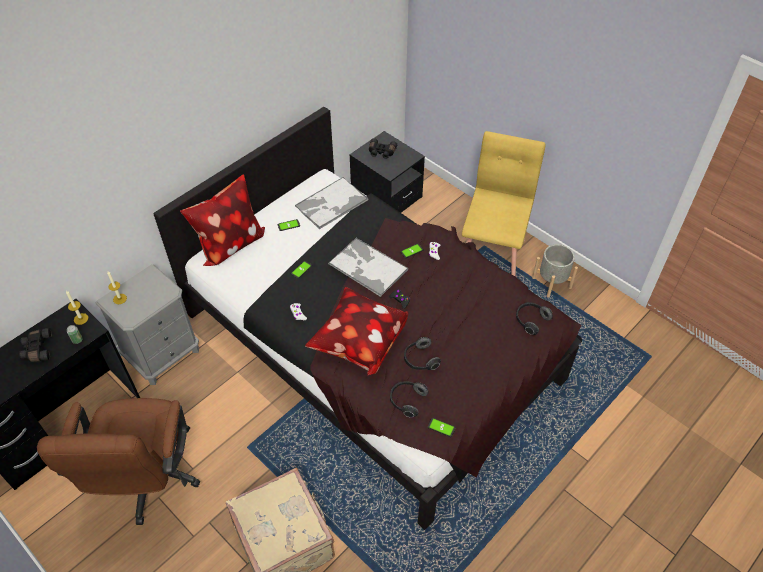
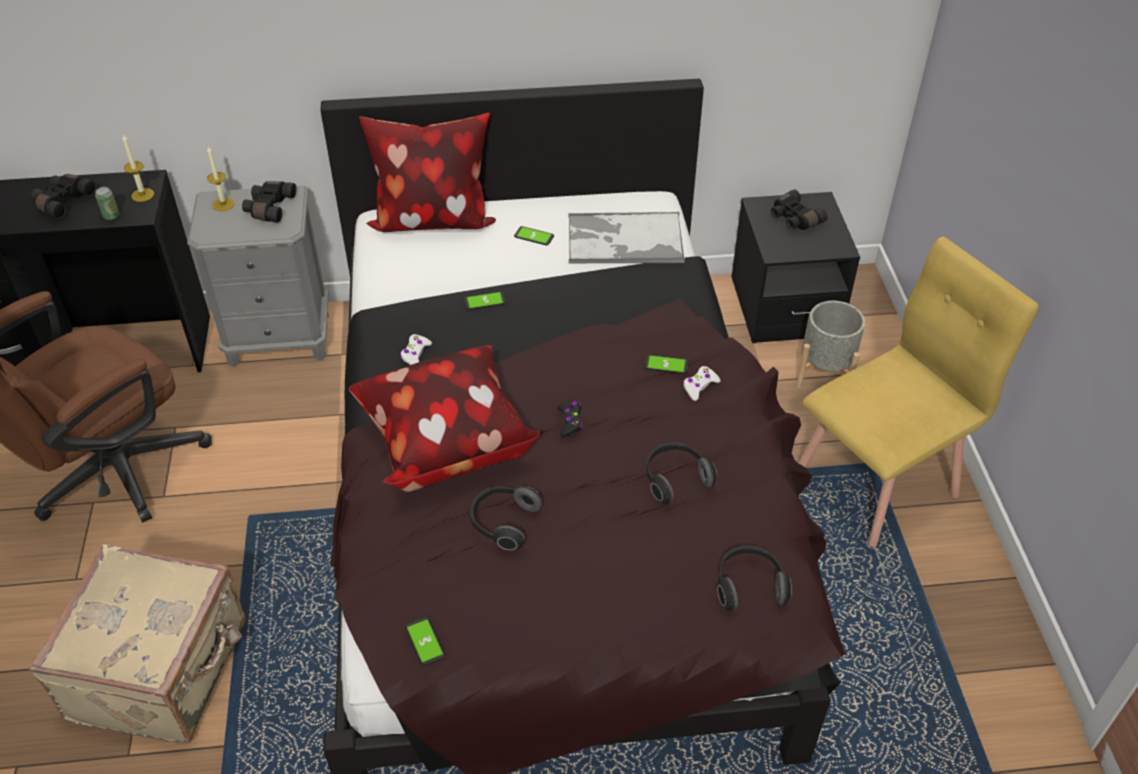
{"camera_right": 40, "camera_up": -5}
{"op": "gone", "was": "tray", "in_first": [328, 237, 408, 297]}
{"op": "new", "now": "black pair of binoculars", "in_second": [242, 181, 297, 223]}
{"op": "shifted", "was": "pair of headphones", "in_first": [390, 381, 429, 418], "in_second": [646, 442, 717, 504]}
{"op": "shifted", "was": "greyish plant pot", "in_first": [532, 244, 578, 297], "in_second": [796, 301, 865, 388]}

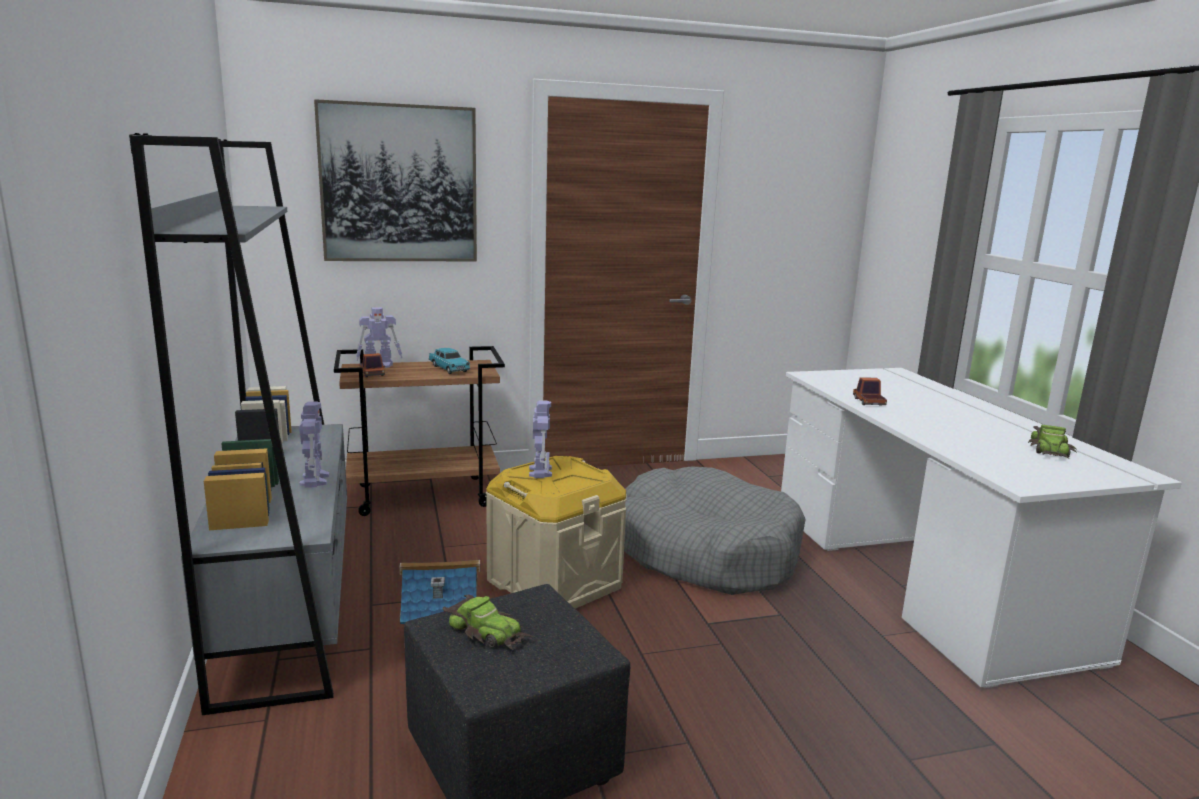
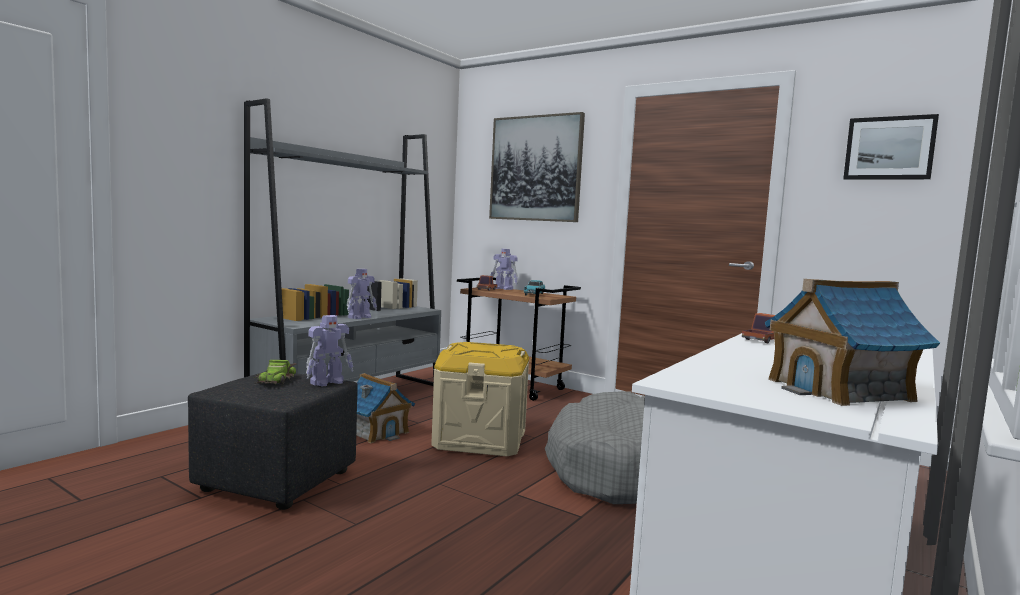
{"camera_right": 50, "camera_up": -10}
{"op": "new", "now": "picture", "in_second": [843, 114, 939, 180]}
{"op": "shifted", "was": "robot figure", "in_first": [529, 401, 552, 478], "in_second": [306, 315, 353, 387]}
{"op": "swapped", "was": "toy car", "now": "model house", "in_first": [1028, 425, 1077, 459], "in_second": [765, 279, 940, 406]}

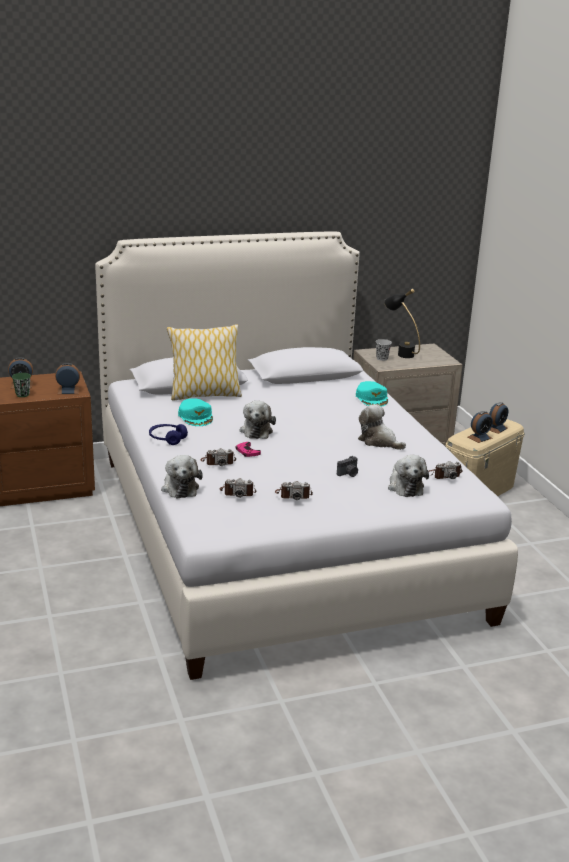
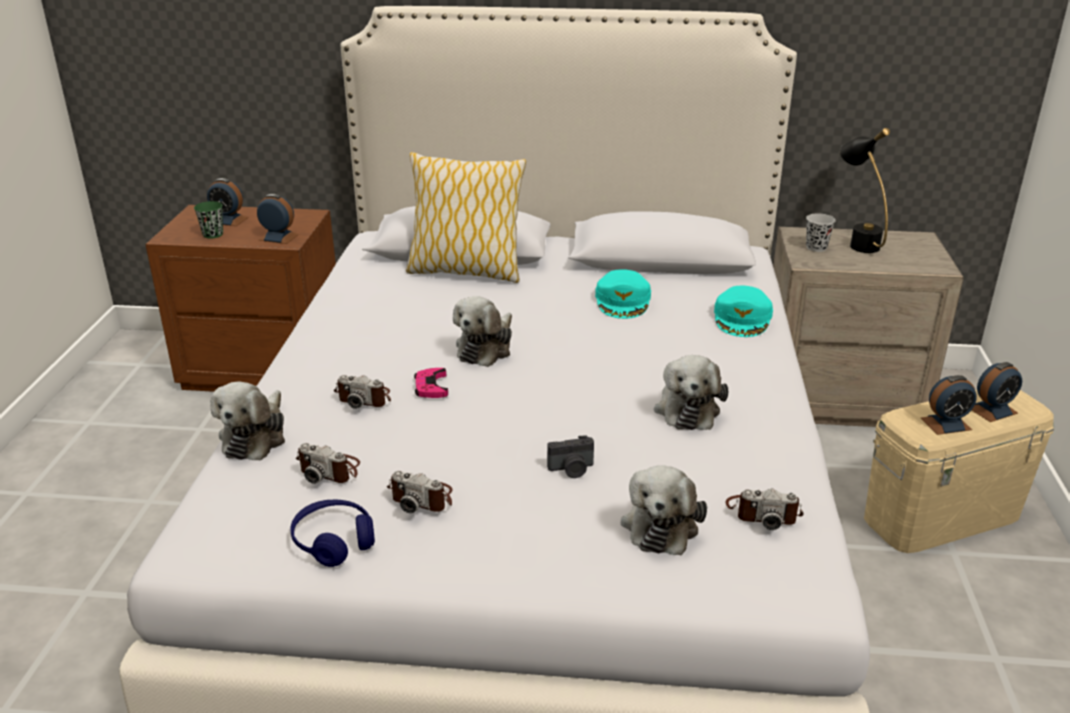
{"camera_right": 25, "camera_up": 5}
{"op": "shifted", "was": "blue pair of headphones", "in_first": [149, 424, 188, 445], "in_second": [290, 499, 375, 567]}
{"op": "shifted", "was": "turquoise-coloured cap", "in_first": [178, 398, 213, 426], "in_second": [595, 269, 651, 319]}
{"op": "rotated", "was": "soft toy", "in_first": [358, 404, 406, 450], "in_second": [654, 355, 728, 430], "clockwise": -150}

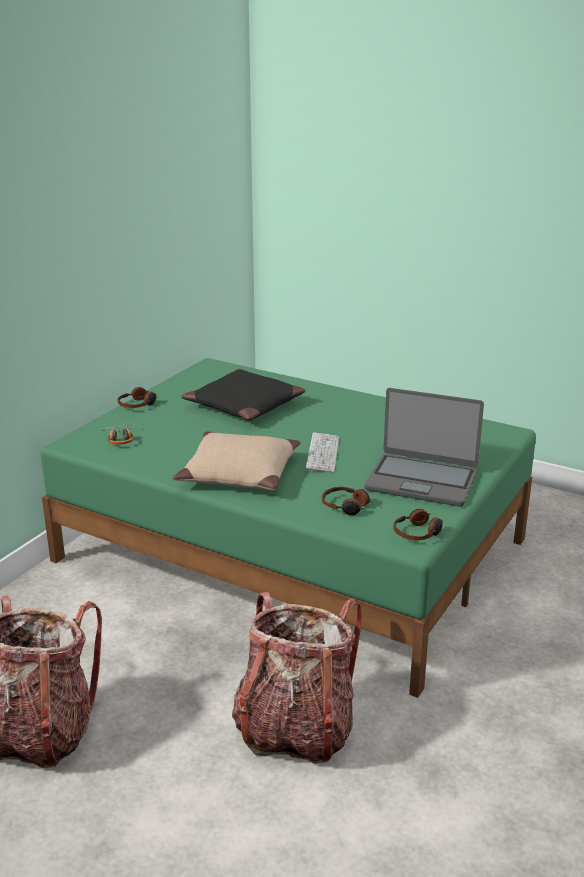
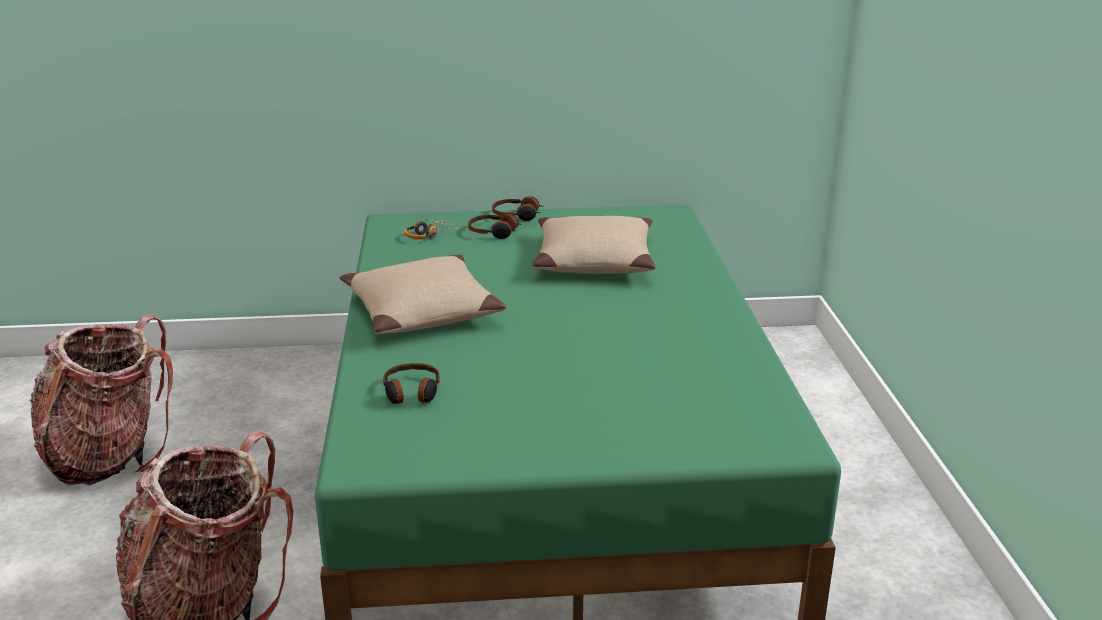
{"camera_right": 55, "camera_up": 0}
{"op": "gone", "was": "PC keyboard", "in_first": [306, 432, 339, 472]}
{"op": "gone", "was": "portable computer", "in_first": [364, 388, 484, 507]}
{"op": "shifted", "was": "pair of headphones", "in_first": [393, 509, 443, 540], "in_second": [468, 213, 522, 239]}
{"op": "repainted", "was": "black cushion", "now": "beige cushion", "in_first": [181, 369, 306, 421], "in_second": [532, 216, 656, 274]}

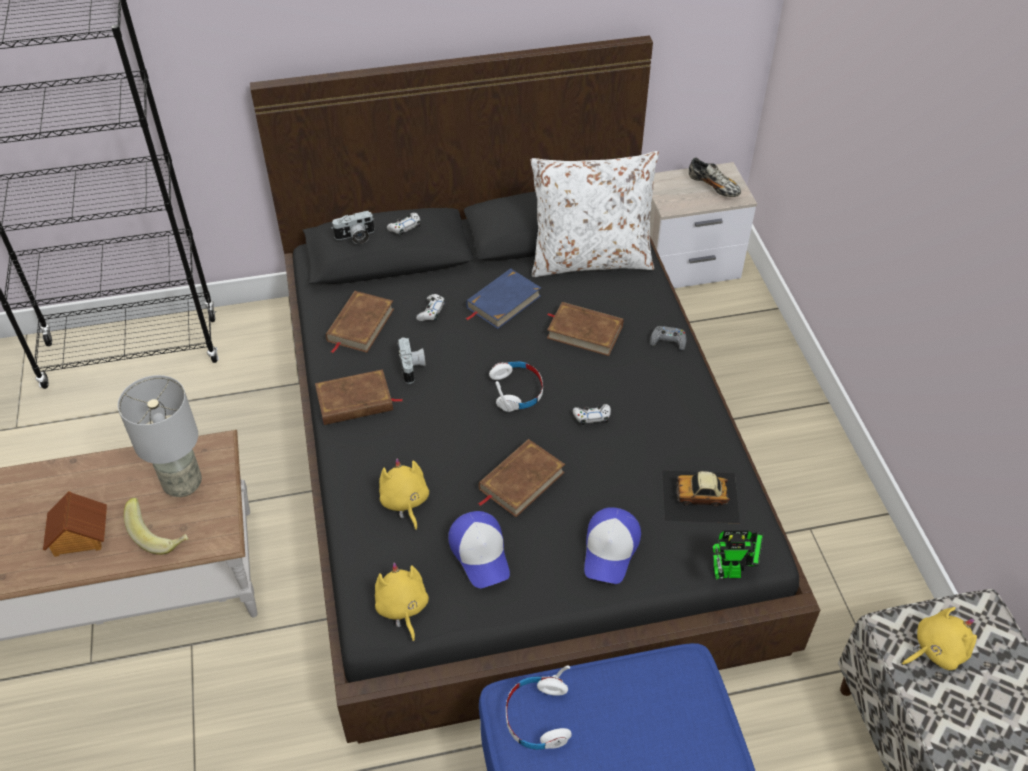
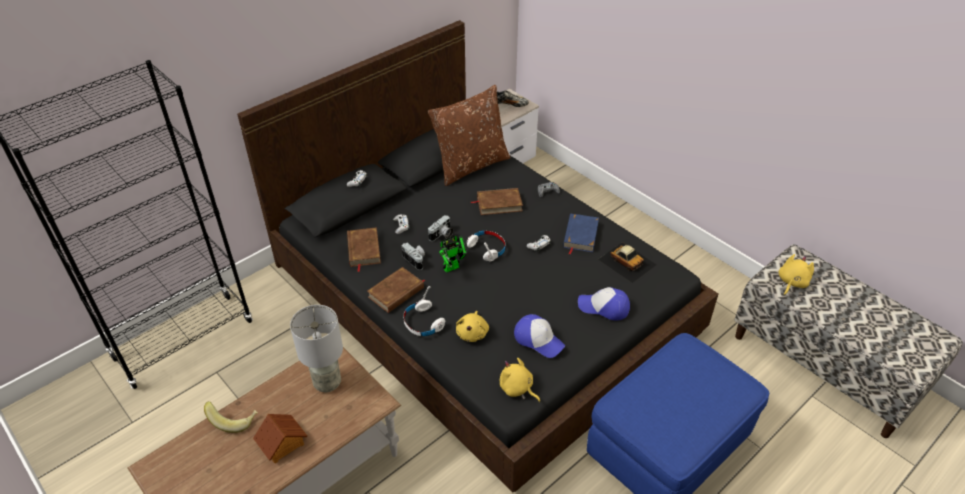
{"camera_right": -30, "camera_up": -5}
{"op": "gone", "was": "brownish bound book", "in_first": [478, 439, 565, 517]}
{"op": "shifted", "was": "banana fruit", "in_first": [124, 497, 188, 555], "in_second": [204, 401, 258, 433]}
{"op": "shifted", "was": "photo camera", "in_first": [332, 211, 374, 244], "in_second": [428, 215, 453, 241]}
{"op": "shifted", "was": "blue bound book", "in_first": [465, 268, 541, 329], "in_second": [563, 213, 599, 255]}
{"op": "shifted", "was": "white-coloured pair of headphones", "in_first": [506, 666, 572, 750], "in_second": [403, 286, 445, 336]}
{"op": "shifted", "was": "robot figure", "in_first": [713, 530, 764, 580], "in_second": [439, 236, 467, 273]}
{"op": "repainted", "was": "white-coloured cushion", "now": "brownish cushion", "in_first": [531, 151, 659, 277], "in_second": [428, 85, 511, 186]}
{"op": "rotated", "was": "yellow-coloured soft toy", "in_first": [379, 458, 429, 530], "in_second": [456, 311, 489, 342], "clockwise": -120}
{"op": "rotated", "was": "cap", "in_first": [584, 507, 641, 584], "in_second": [578, 287, 630, 320], "clockwise": 120}
{"op": "rotated", "was": "toy car", "in_first": [662, 470, 740, 524], "in_second": [598, 242, 657, 283], "clockwise": -105}

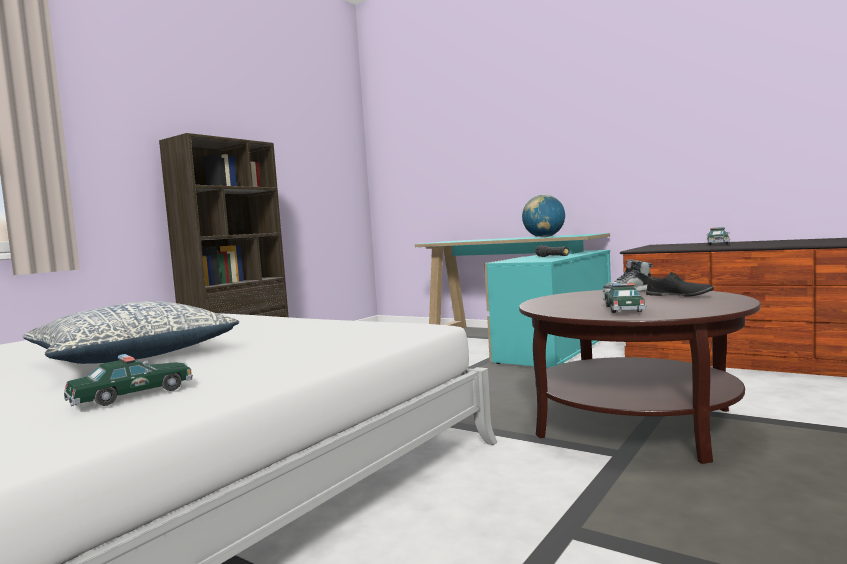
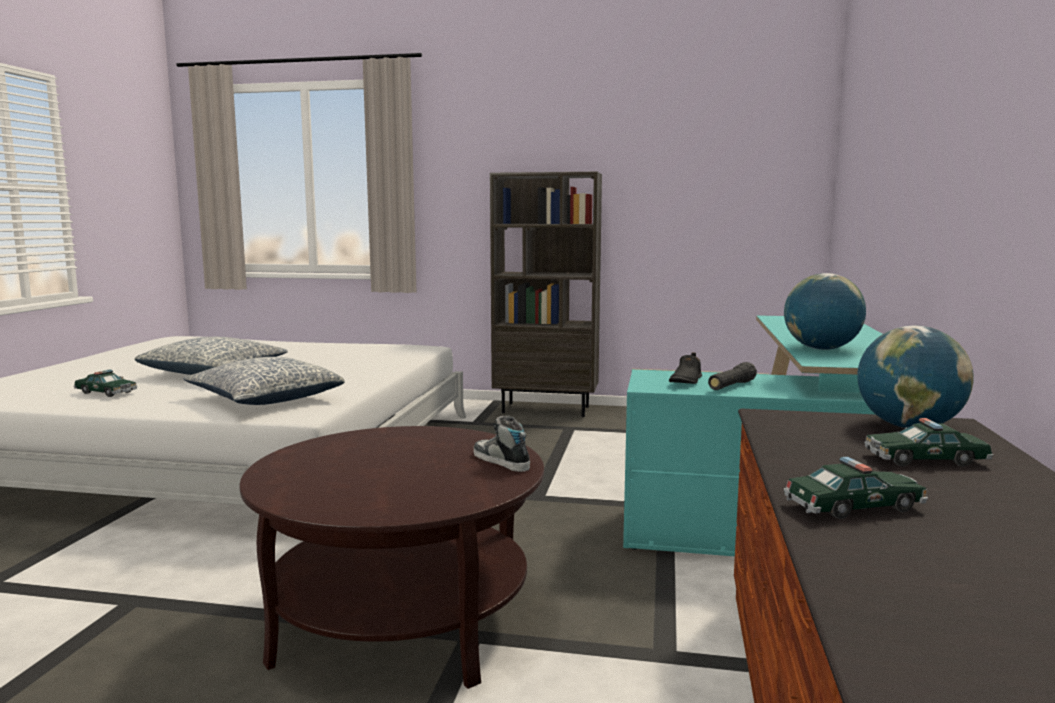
{"camera_right": 65, "camera_up": 5}
{"op": "new", "now": "cushion", "in_second": [184, 357, 345, 405]}
{"op": "new", "now": "desk globe", "in_second": [857, 325, 974, 428]}
{"op": "shifted", "was": "toy car", "in_first": [603, 283, 647, 313], "in_second": [784, 457, 928, 519]}
{"op": "shifted", "was": "black shoe", "in_first": [646, 272, 714, 296], "in_second": [669, 353, 702, 384]}

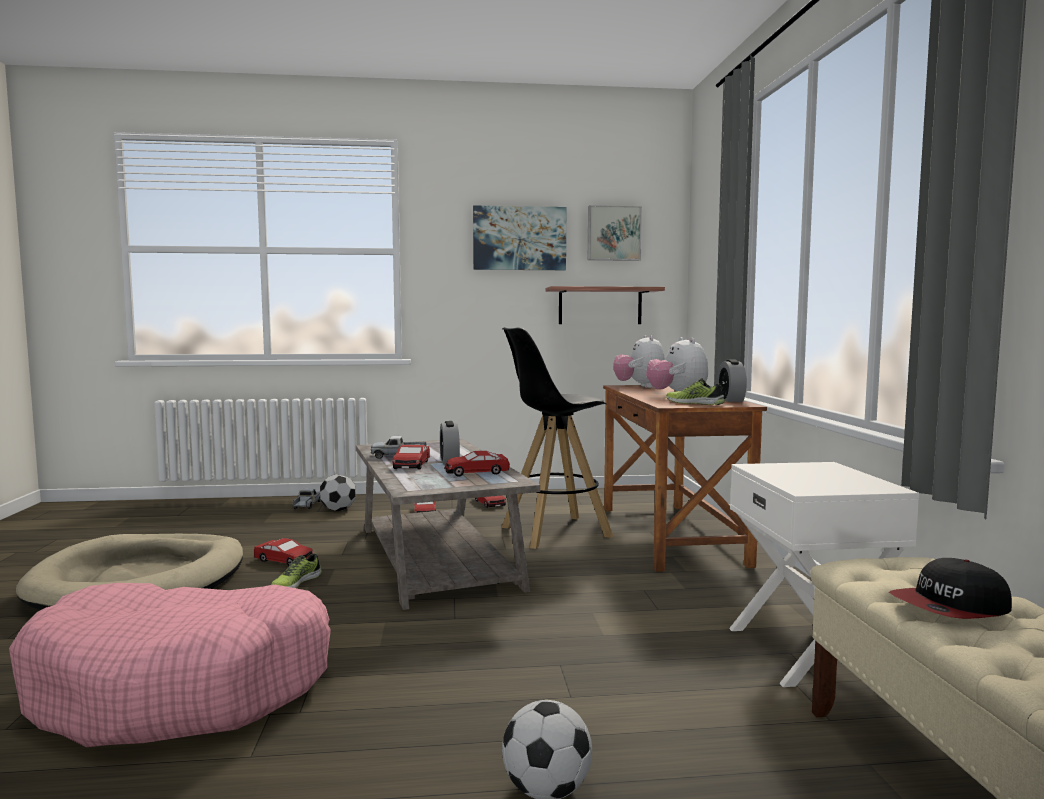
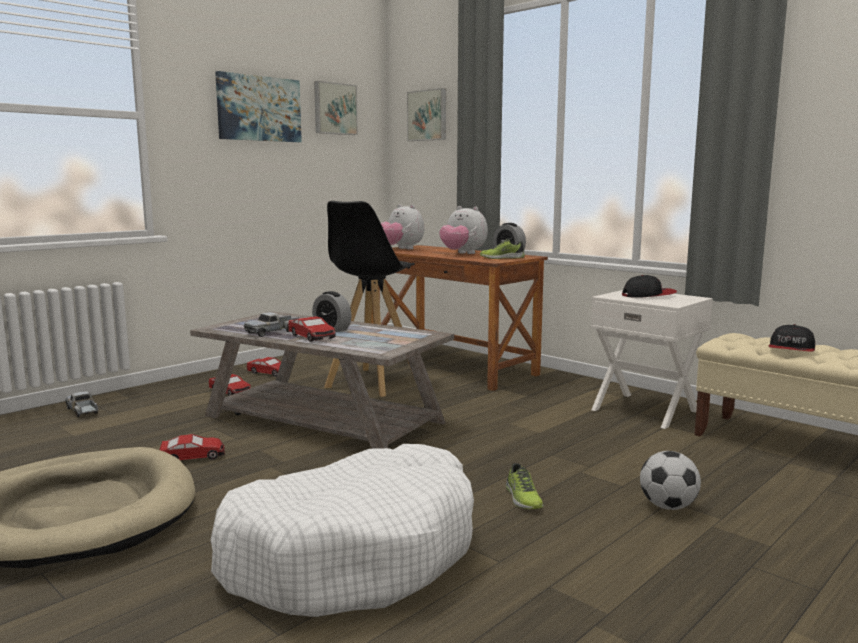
{"camera_right": -40, "camera_up": 5}
{"op": "gone", "was": "football", "in_first": [320, 474, 356, 511]}
{"op": "gone", "was": "toy car", "in_first": [444, 451, 510, 477]}
{"op": "gone", "was": "shelf", "in_first": [546, 286, 665, 324]}
{"op": "new", "now": "picture", "in_second": [407, 88, 446, 141]}
{"op": "new", "now": "cap", "in_second": [622, 275, 677, 298]}
{"op": "shifted", "was": "shoe", "in_first": [271, 554, 322, 588], "in_second": [506, 463, 544, 509]}
{"op": "repainted", "was": "pink pet bed", "now": "white-coloured pet bed", "in_first": [9, 583, 331, 747], "in_second": [211, 444, 474, 617]}

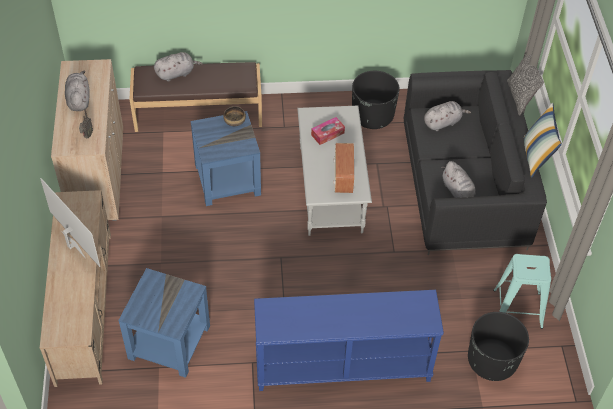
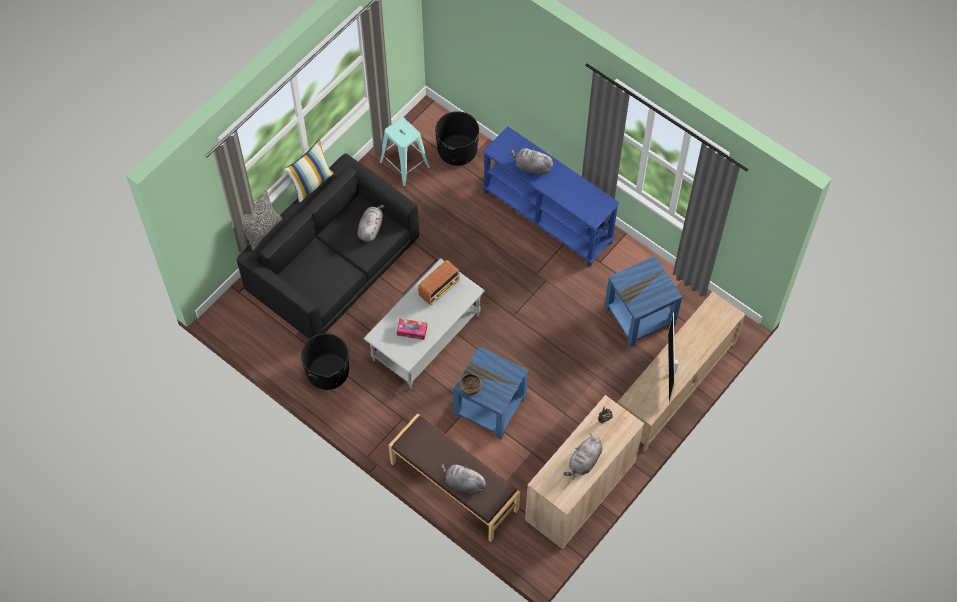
{"camera_right": -135, "camera_up": 10}
{"op": "shifted", "was": "greyish soft toy", "in_first": [424, 101, 471, 131], "in_second": [511, 147, 554, 176]}

